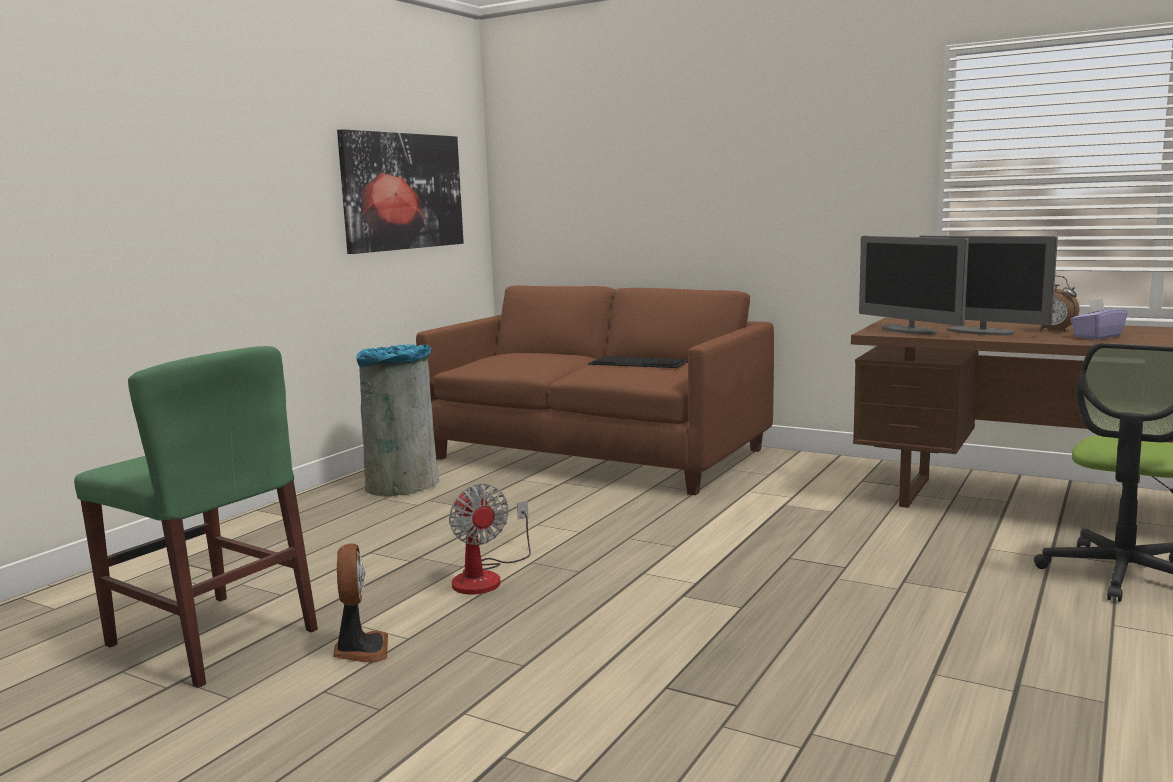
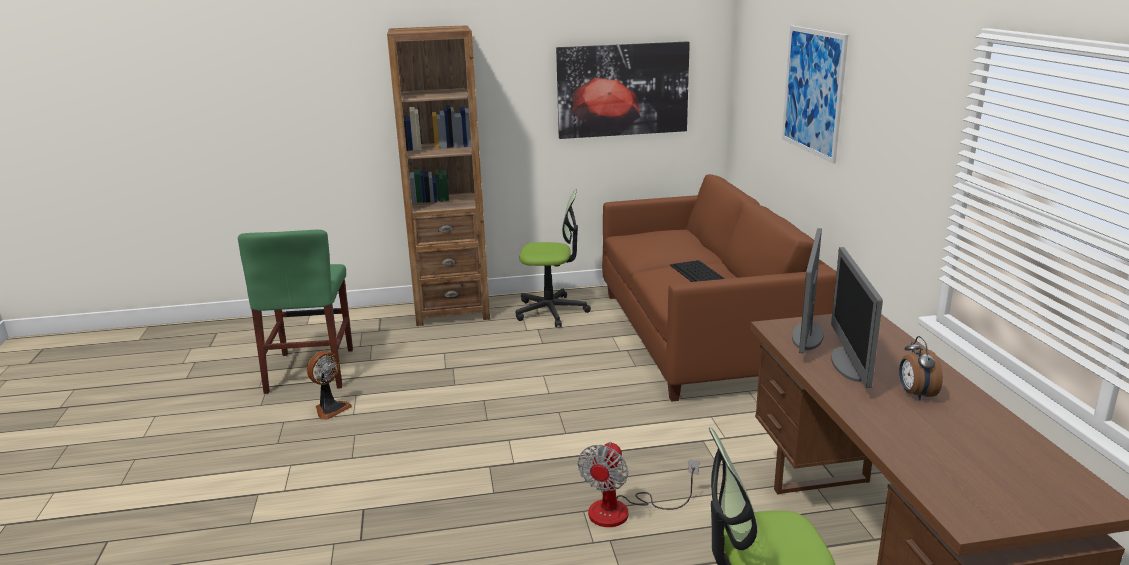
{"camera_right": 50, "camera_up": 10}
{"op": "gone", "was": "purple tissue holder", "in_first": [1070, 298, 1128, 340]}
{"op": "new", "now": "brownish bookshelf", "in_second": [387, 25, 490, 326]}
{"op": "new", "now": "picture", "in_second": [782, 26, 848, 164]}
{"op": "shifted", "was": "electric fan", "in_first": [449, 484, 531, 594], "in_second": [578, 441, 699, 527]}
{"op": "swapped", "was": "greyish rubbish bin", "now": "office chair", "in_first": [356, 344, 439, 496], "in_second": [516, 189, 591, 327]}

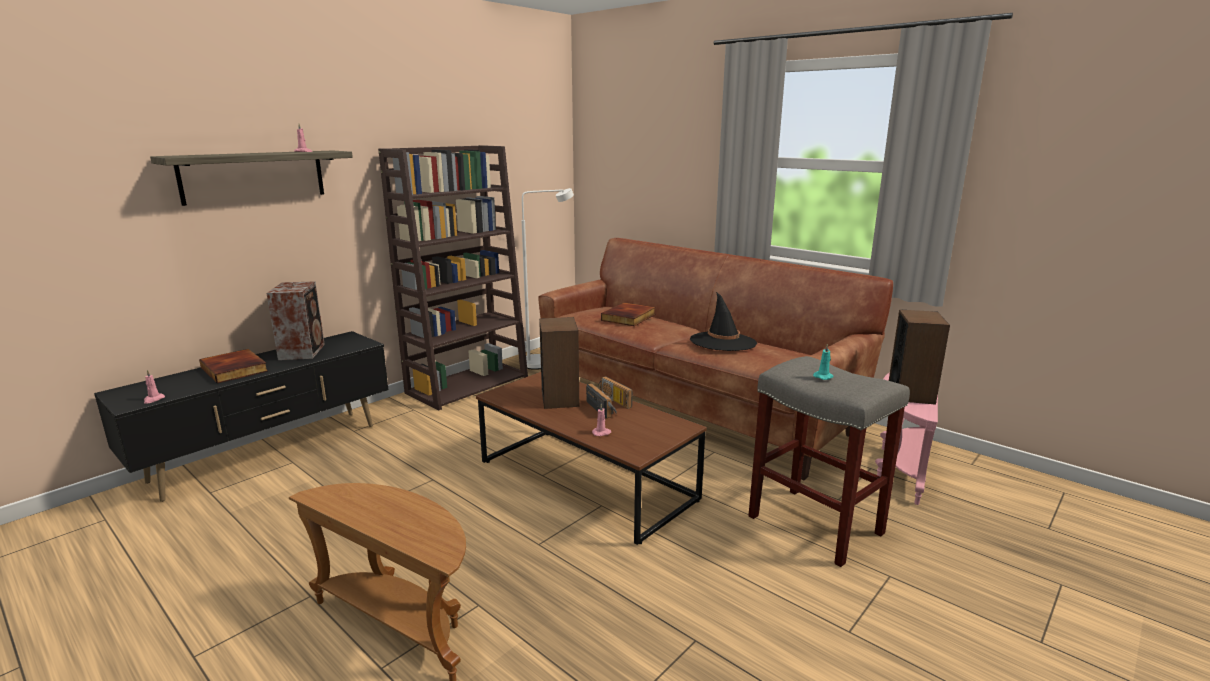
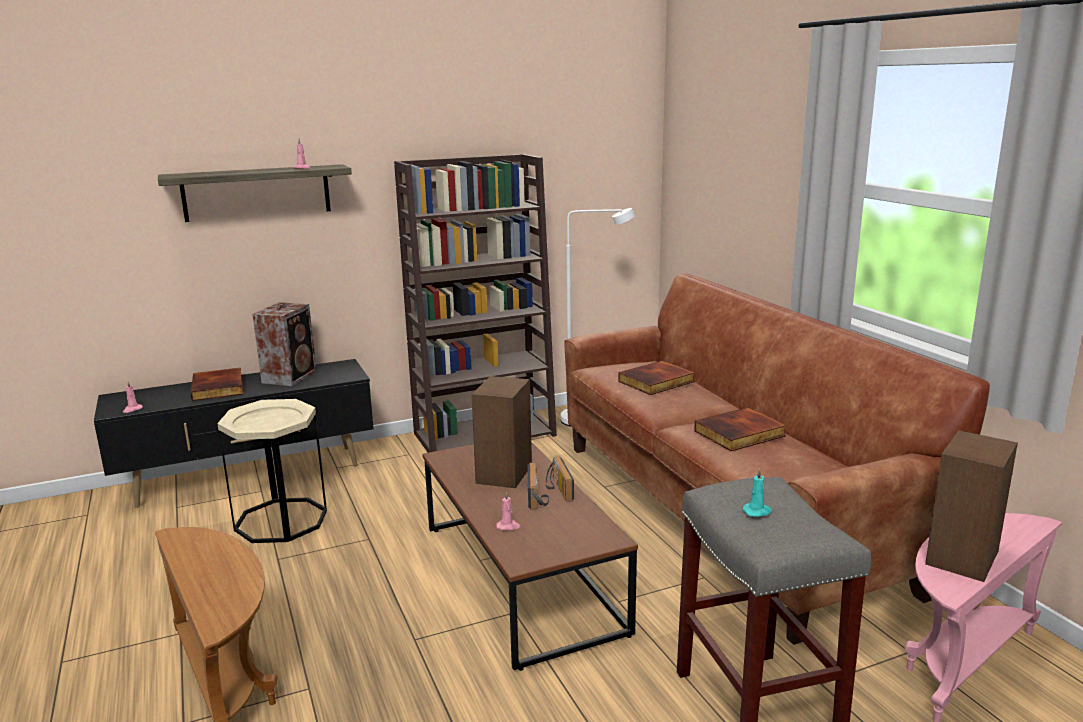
{"camera_right": 25, "camera_up": 0}
{"op": "new", "now": "beige accent table", "in_second": [217, 399, 327, 543]}
{"op": "swapped", "was": "black hat", "now": "bound book", "in_first": [690, 292, 757, 351], "in_second": [694, 407, 787, 451]}

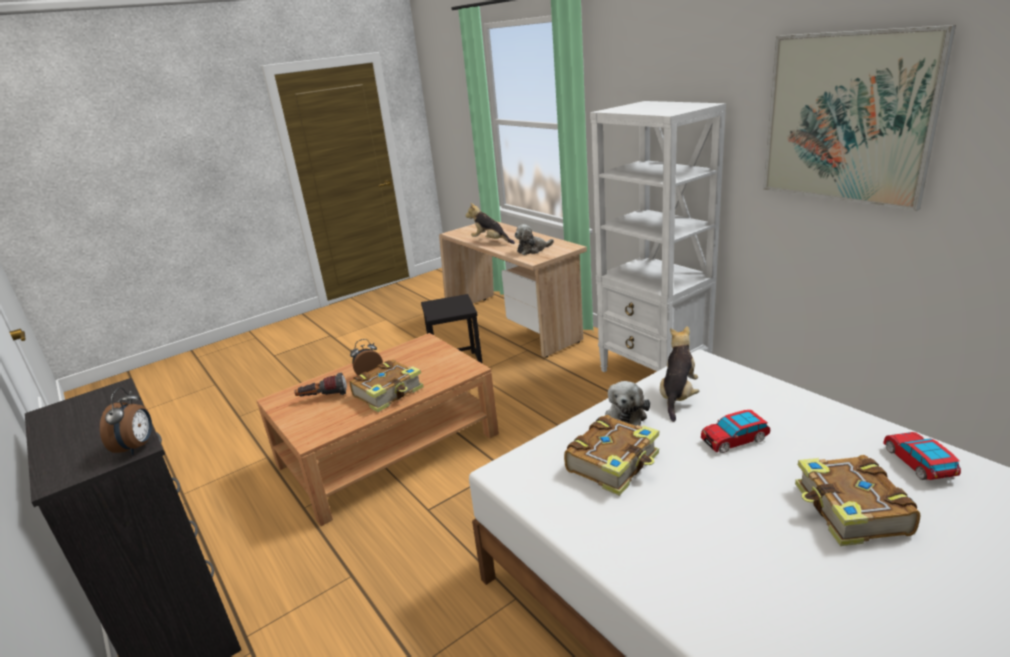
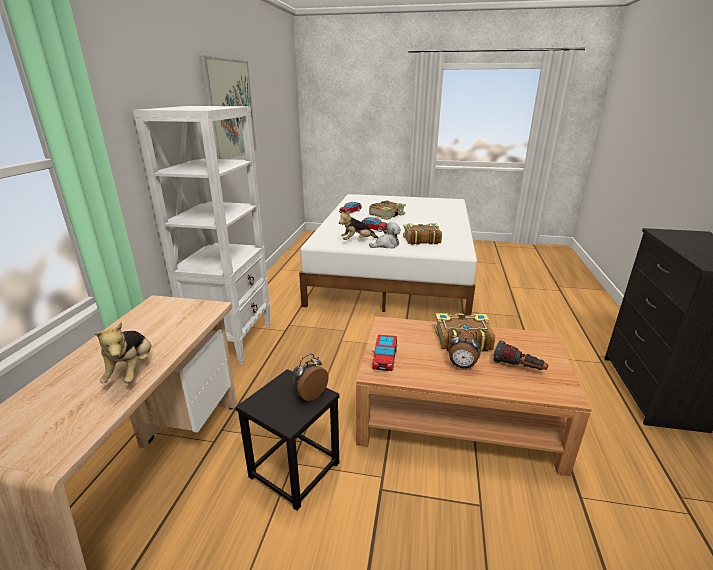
{"camera_right": -135, "camera_up": 0}
{"op": "gone", "was": "soft toy", "in_first": [514, 224, 554, 255]}
{"op": "new", "now": "toy car", "in_second": [372, 335, 397, 371]}
{"op": "shifted", "was": "table clock", "in_first": [100, 387, 152, 455], "in_second": [293, 354, 329, 401]}

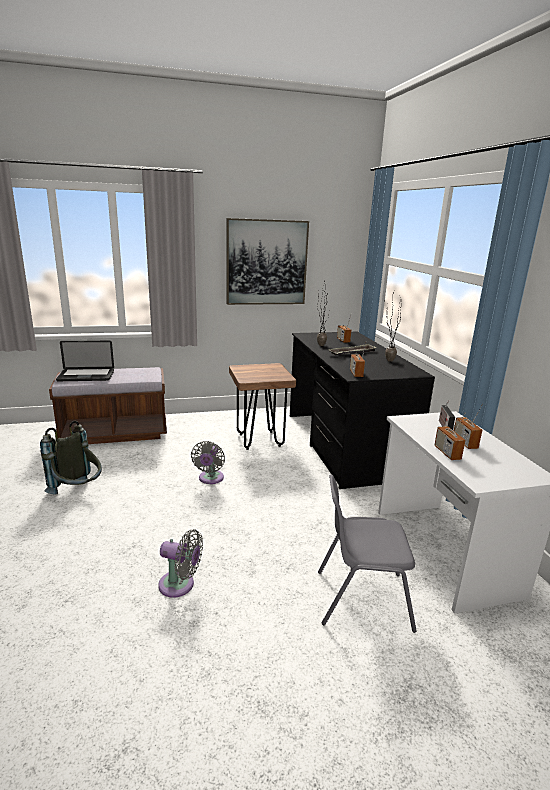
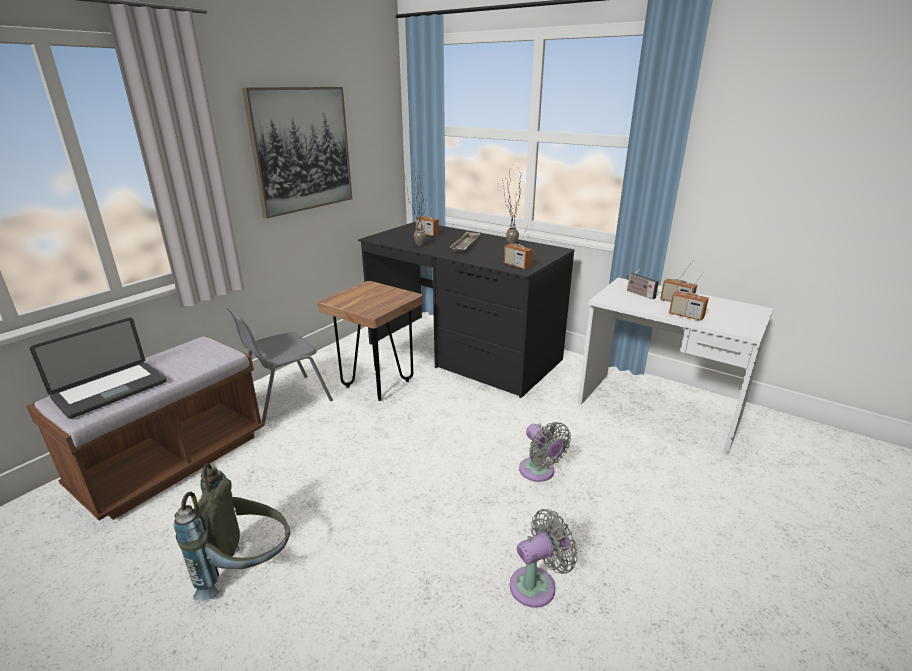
{"camera_right": -40, "camera_up": 5}
{"op": "shifted", "was": "greyish electric fan", "in_first": [191, 441, 225, 484], "in_second": [519, 422, 571, 482]}
{"op": "shifted", "was": "greyish plain chair", "in_first": [318, 475, 417, 633], "in_second": [226, 306, 333, 424]}

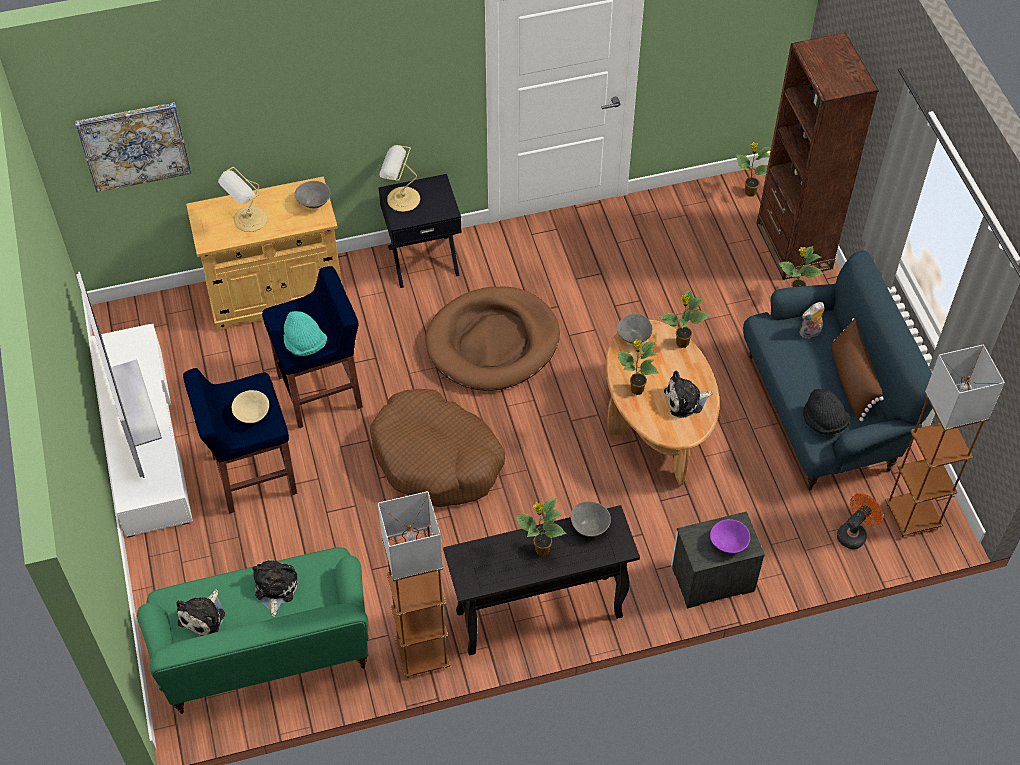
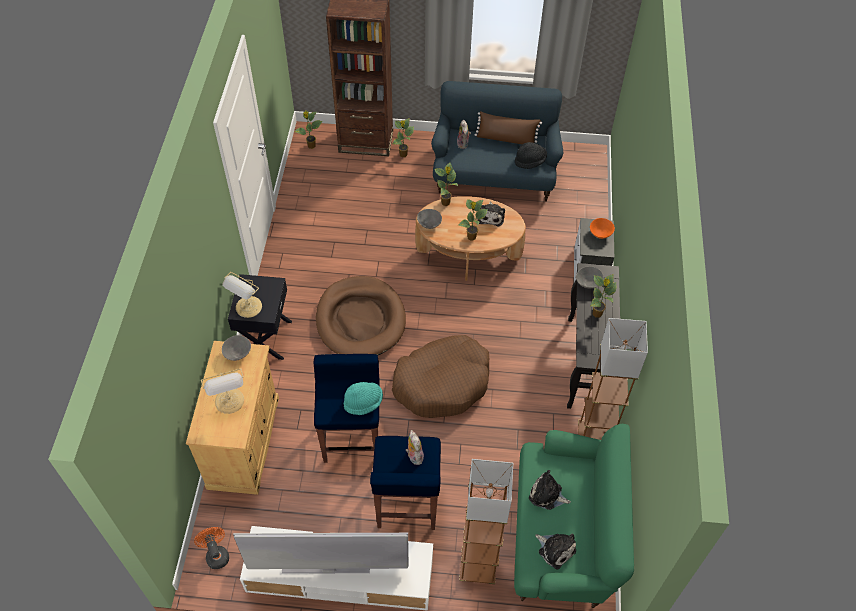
{"camera_right": -70, "camera_up": 0}
{"op": "gone", "was": "picture", "in_first": [75, 102, 191, 192]}
{"op": "shifted", "was": "orange-coloured electric fan", "in_first": [837, 493, 884, 549], "in_second": [194, 527, 229, 569]}
{"op": "shifted", "was": "brownish floor lamp", "in_first": [885, 344, 1005, 537], "in_second": [459, 459, 513, 584]}
{"op": "swapped", "was": "beige bowl", "now": "soft toy", "in_first": [232, 390, 269, 423], "in_second": [406, 430, 424, 465]}
{"op": "repainted", "was": "purple bowl", "now": "orange-coloured bowl", "in_first": [710, 519, 750, 553], "in_second": [590, 218, 615, 239]}

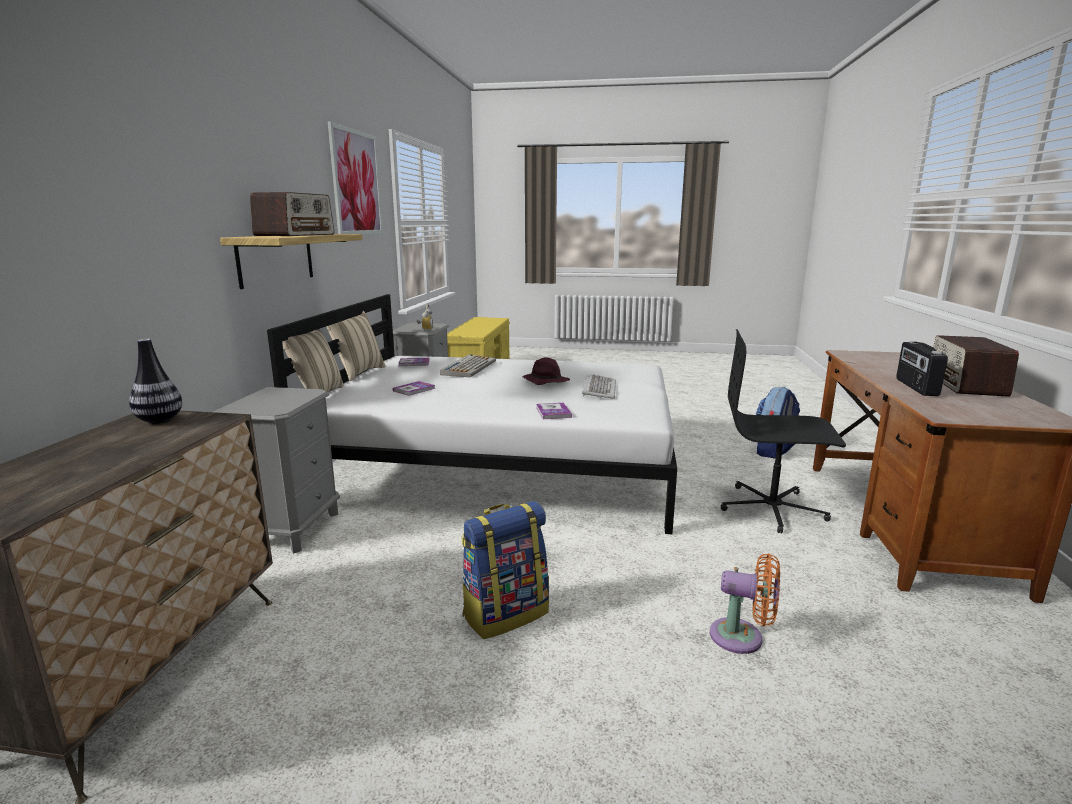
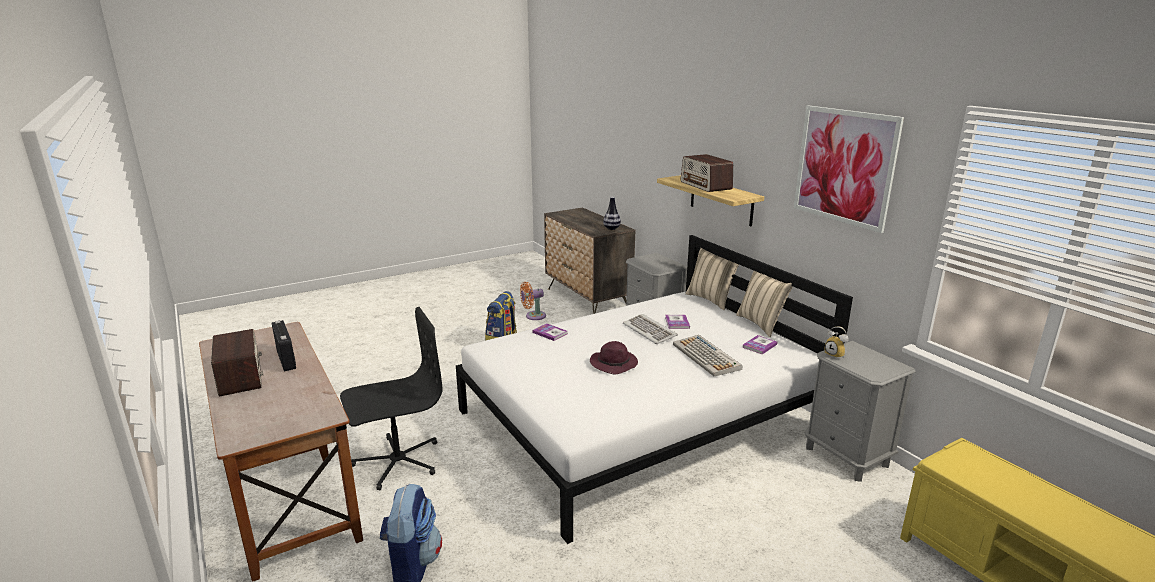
{"camera_right": 140, "camera_up": 5}
{"op": "shifted", "was": "PC keyboard", "in_first": [582, 374, 616, 399], "in_second": [623, 314, 678, 344]}
{"op": "shifted", "was": "orange-coloured electric fan", "in_first": [710, 553, 780, 654], "in_second": [520, 282, 546, 320]}

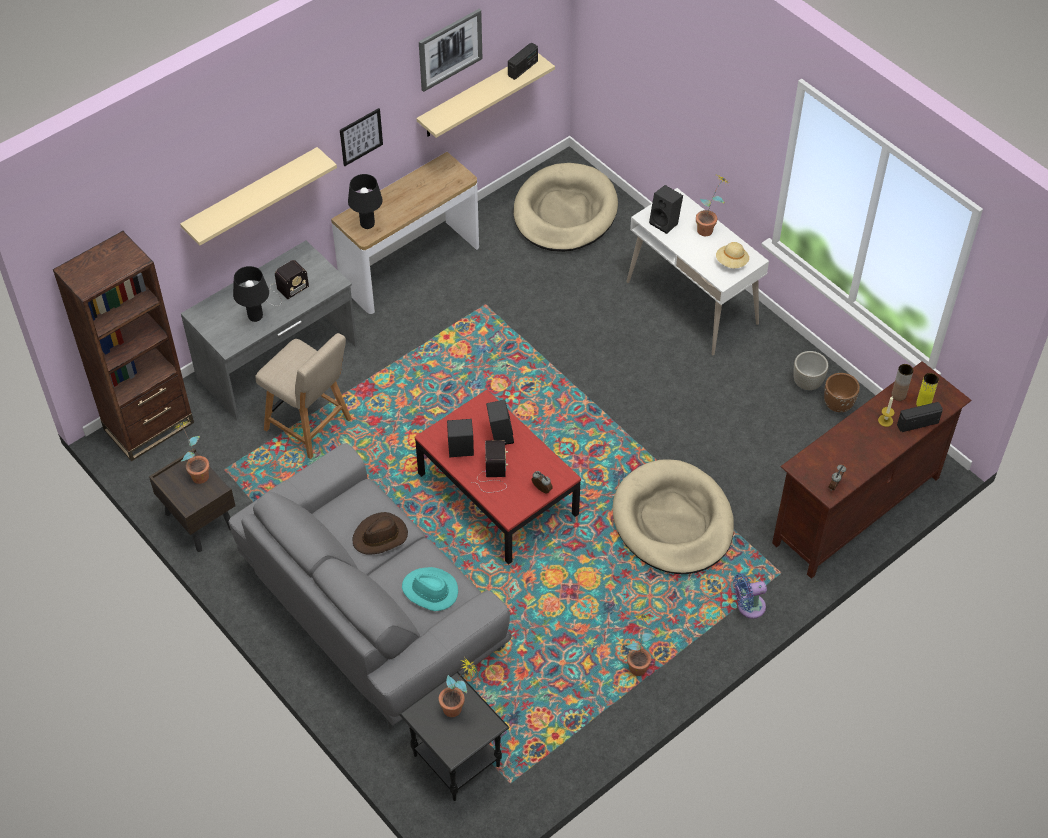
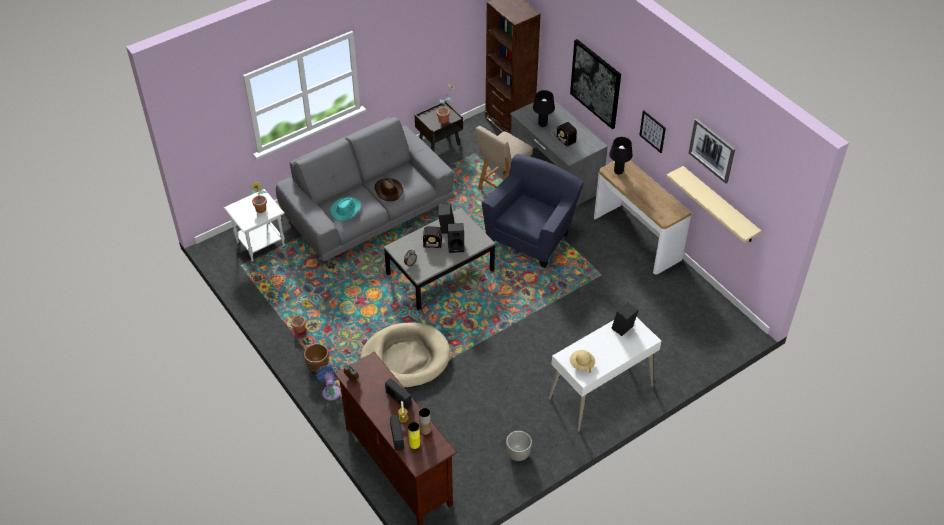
{"camera_right": 95, "camera_up": -5}
{"op": "gone", "was": "beige pet bed", "in_first": [513, 163, 618, 252]}
{"op": "gone", "was": "plant in a pot", "in_first": [696, 176, 730, 236]}
{"op": "new", "now": "blue armchair", "in_second": [482, 154, 584, 268]}
{"op": "shifted", "was": "radio receiver", "in_first": [508, 43, 538, 80], "in_second": [385, 379, 412, 409]}
{"op": "shifted", "was": "brownish plant pot", "in_first": [824, 373, 860, 412], "in_second": [304, 344, 329, 372]}
{"op": "swapped", "was": "beige shelf", "now": "picture", "in_first": [180, 147, 337, 246], "in_second": [570, 39, 621, 129]}
{"op": "repainted", "was": "black accent table", "now": "white-coloured accent table", "in_first": [399, 672, 509, 801], "in_second": [224, 189, 285, 262]}
{"op": "repainted", "was": "red-coloured low table", "now": "greyish low table", "in_first": [415, 390, 581, 564], "in_second": [384, 208, 495, 310]}

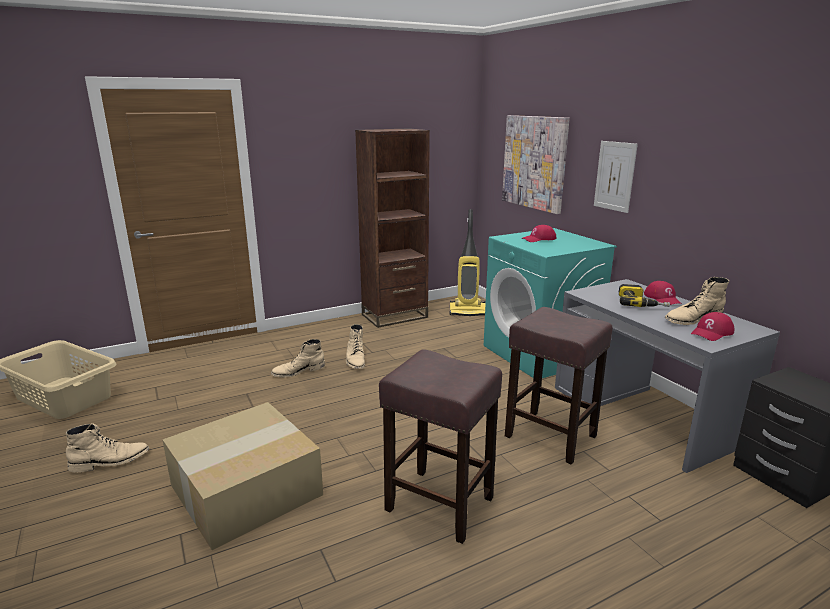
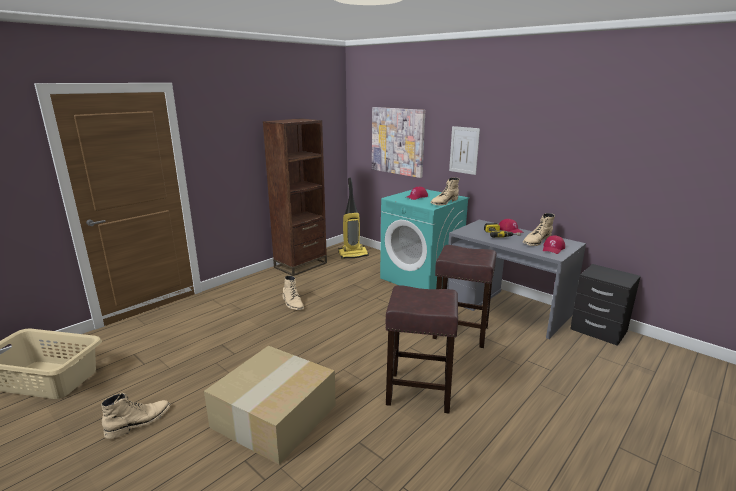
{"camera_right": -20, "camera_up": 0}
{"op": "shifted", "was": "beige high-top boot", "in_first": [271, 339, 325, 378], "in_second": [430, 178, 459, 206]}

